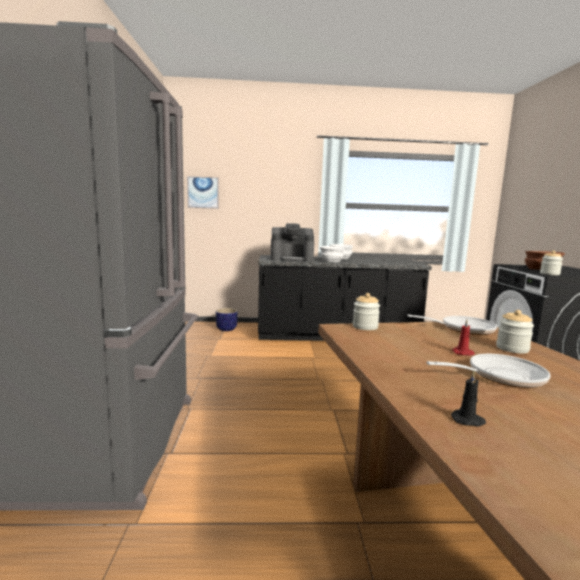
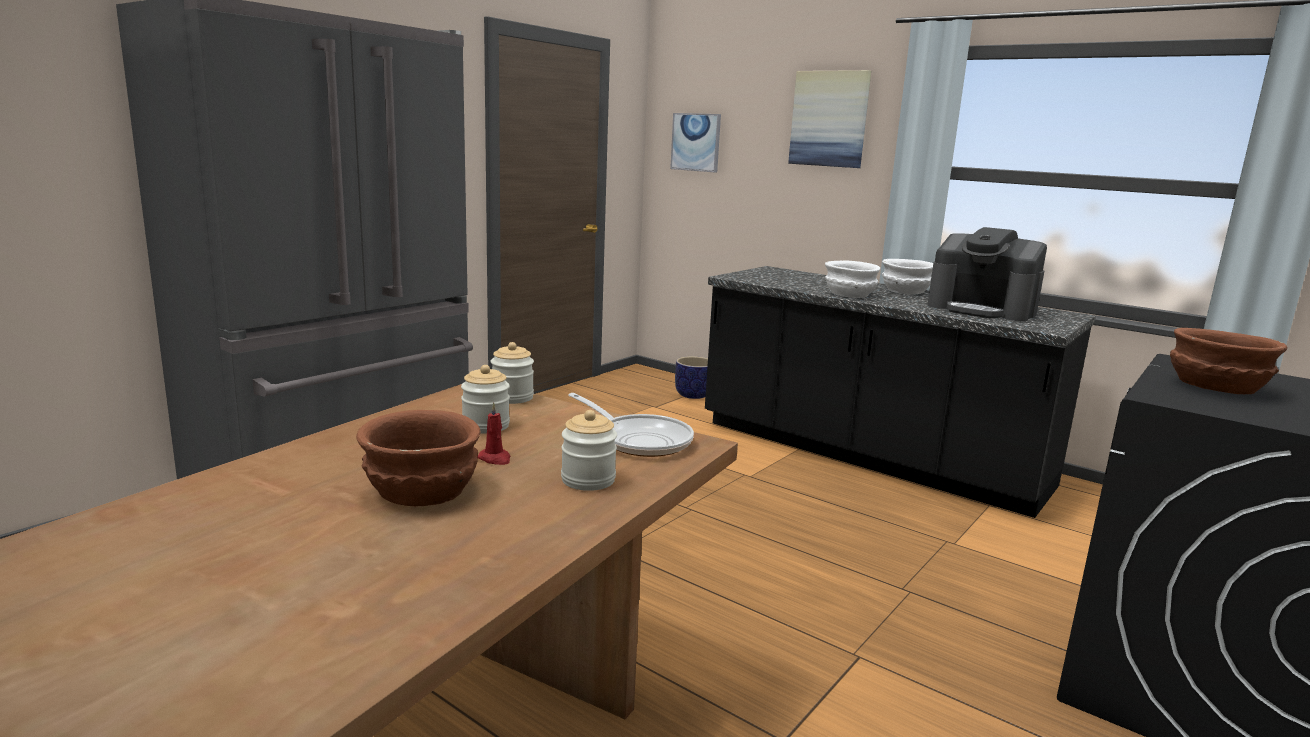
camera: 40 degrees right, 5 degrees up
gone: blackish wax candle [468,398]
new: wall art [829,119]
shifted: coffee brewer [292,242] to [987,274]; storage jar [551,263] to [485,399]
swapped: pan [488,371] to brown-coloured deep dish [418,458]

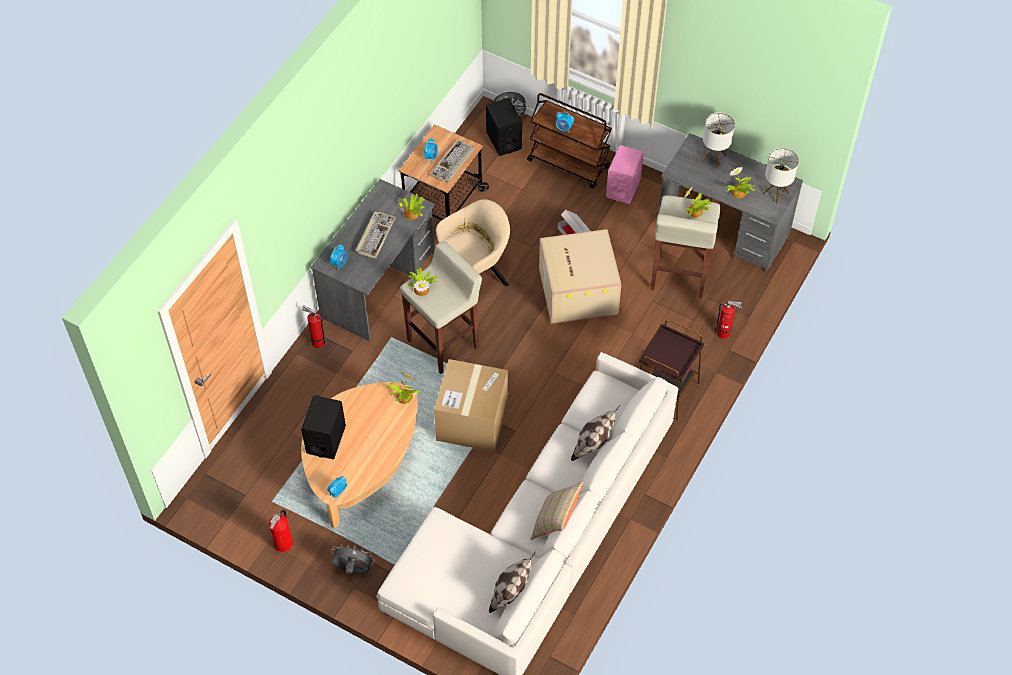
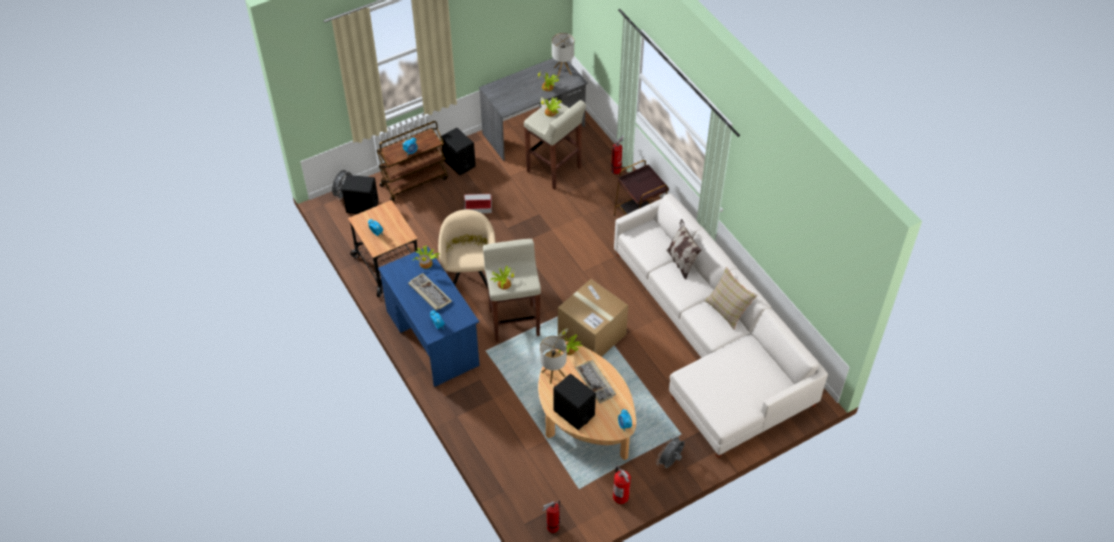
camera: 60 degrees left, 5 degrees down
gone: carton [580,276]; cushion [512,582]
shifted: table lamp [718,140] to [553,360]; PC keyboard [452,161] to [595,382]; extinguisher [314,326] to [551,517]
repainted: pink-coloured loudspeaker [625,174] to blackish loudspeaker [458,151]; gray desk table [373,260] to blue desk table [429,316]

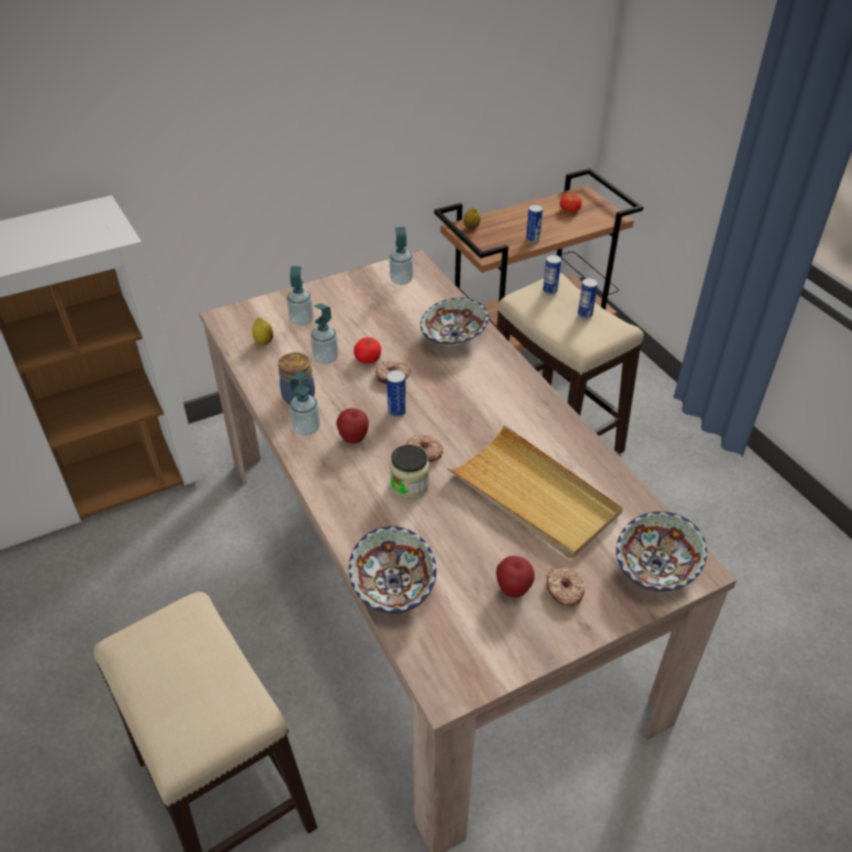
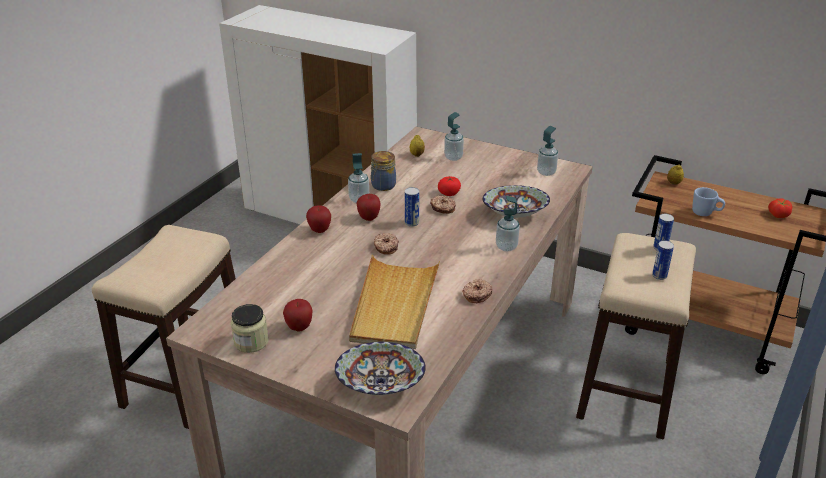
camera: 55 degrees right, 10 degrees down
gone: deep dish [393,569]
new: apple [318,219]
shifted: soap dispenser [324,333] to [508,224]; storage jar [409,472] to [250,328]; ring doughnut [565,587] to [477,291]
swapped: metal can [534,223] to blue mug [708,201]

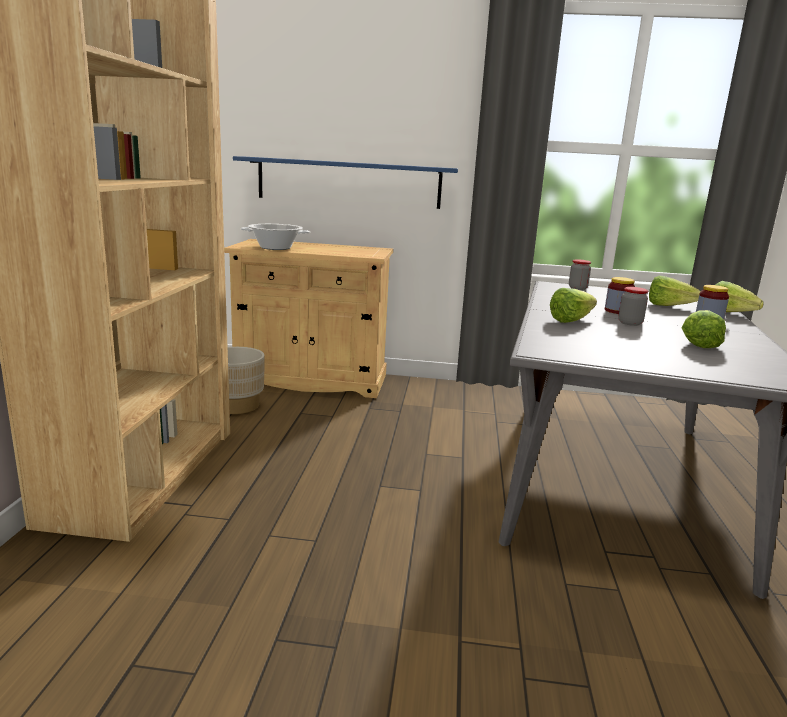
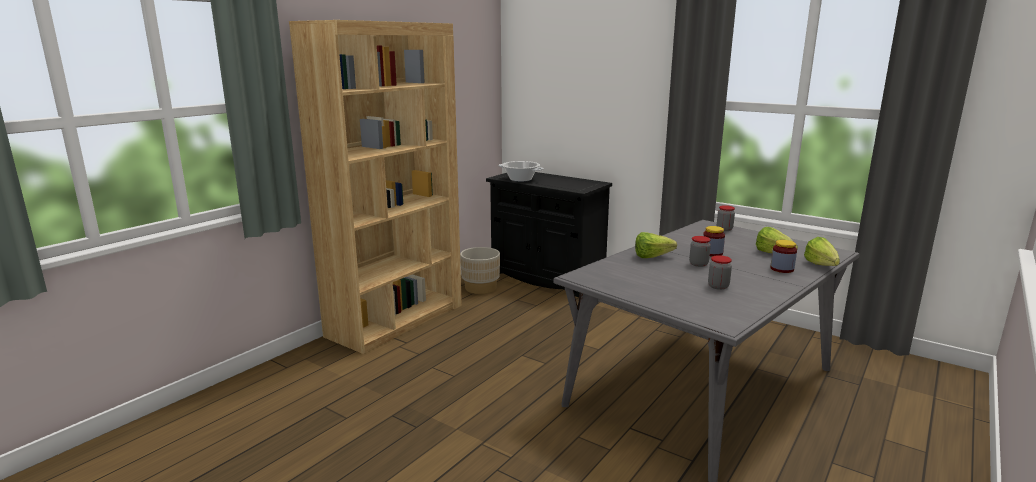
camera: 30 degrees right, 0 degrees up
gone: blue bracket shelf [345,182]
swapped: lettuce [704,329] to storage jar [720,272]
repainted: beige-coloured storage cabinet [308,318] to blackish storage cabinet [549,234]

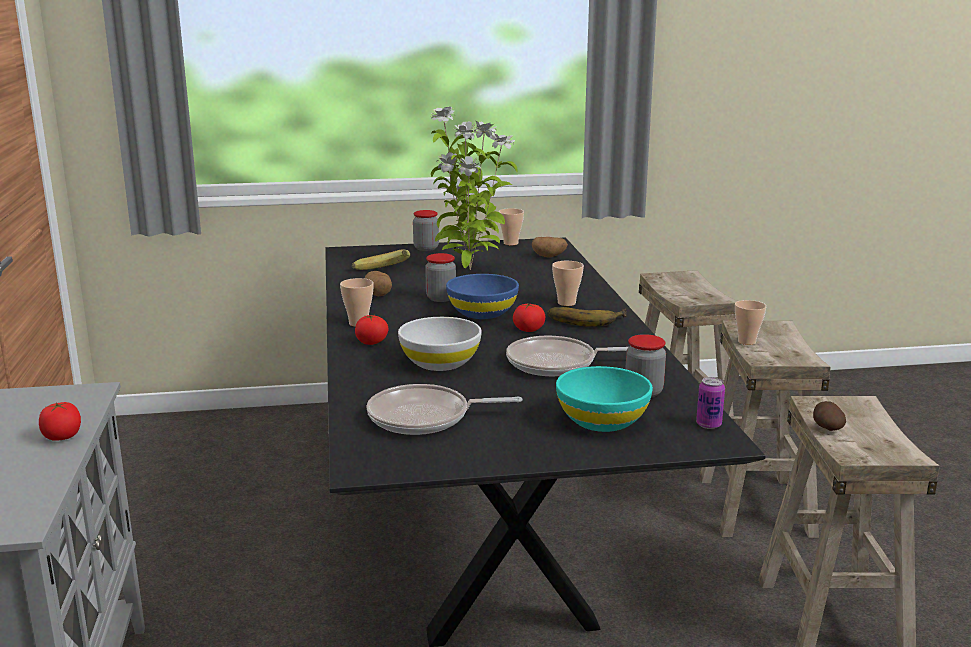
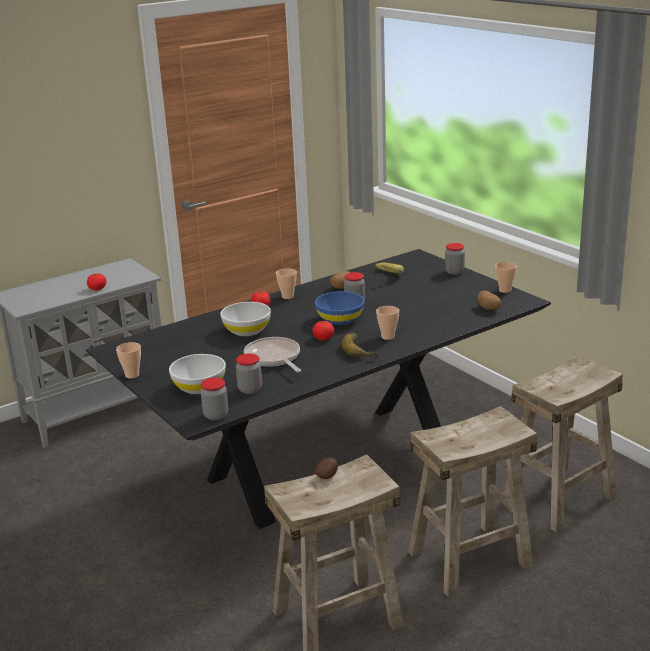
camera: 65 degrees right, 5 degrees up
gone: plant in a pot [473,188]; pan [444,409]
shifted: small cup [750,322] to [128,360]
swapped: metal can [710,403] to storage jar [214,399]
repainted: turquoise deep dish [604,399] to white deep dish [197,374]

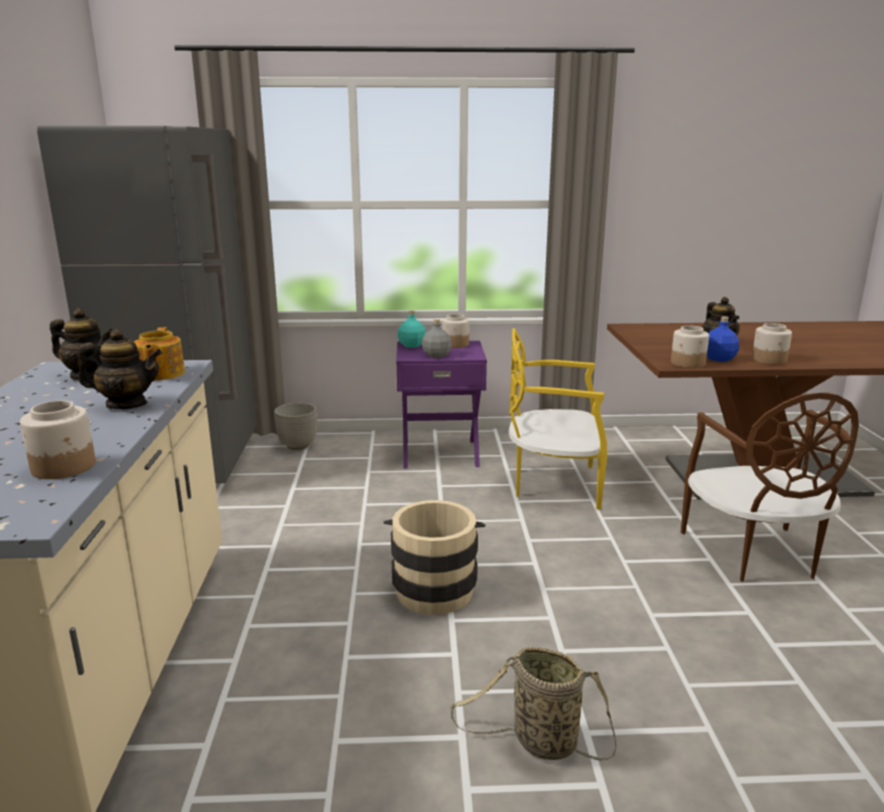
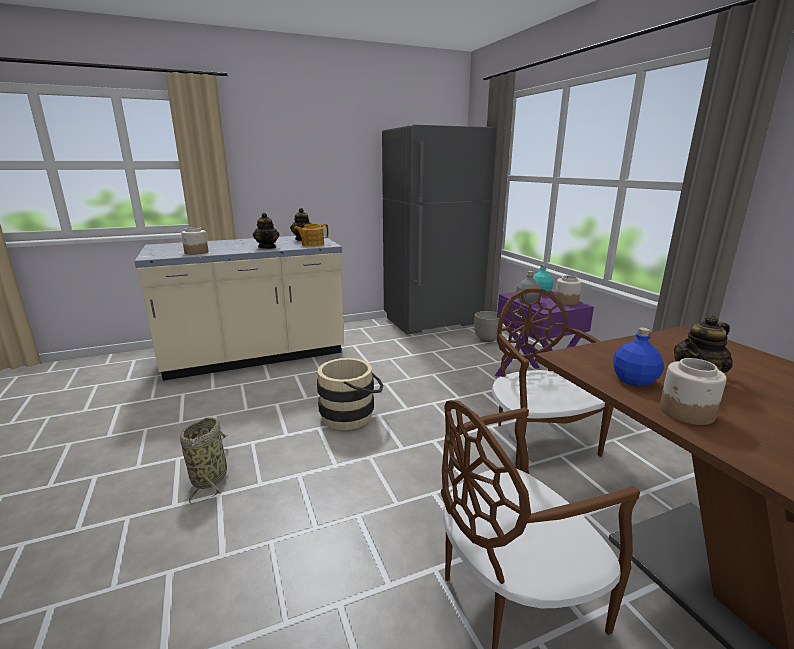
camera: 70 degrees right, 0 degrees up
gone: storage jar [690,346]
repainted: yellow plain chair [558,419] to brown-coloured plain chair [552,378]

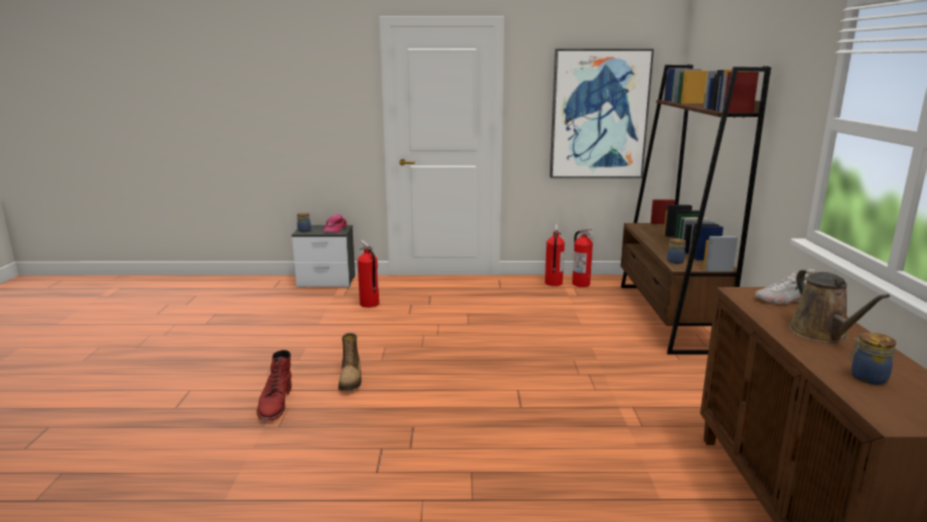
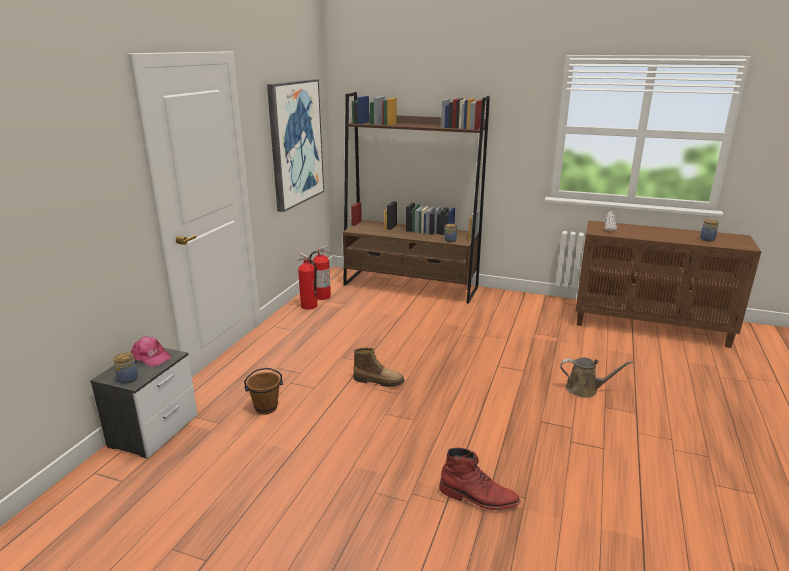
camera: 70 degrees left, 5 degrees up
shifted: brown-coloured watering pot [839,306] to [596,377]; tall boot [349,362] to [379,367]
swapped: extinguisher [368,274] to brown-coloured pail [263,391]

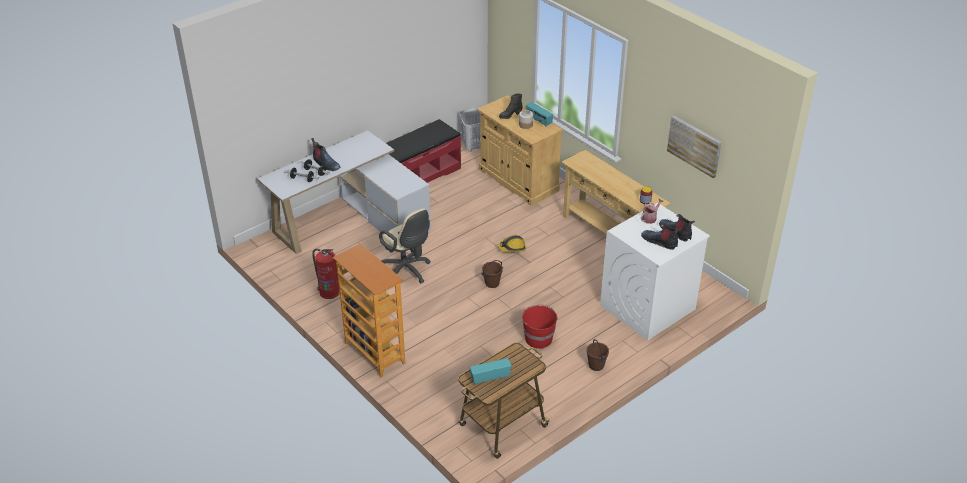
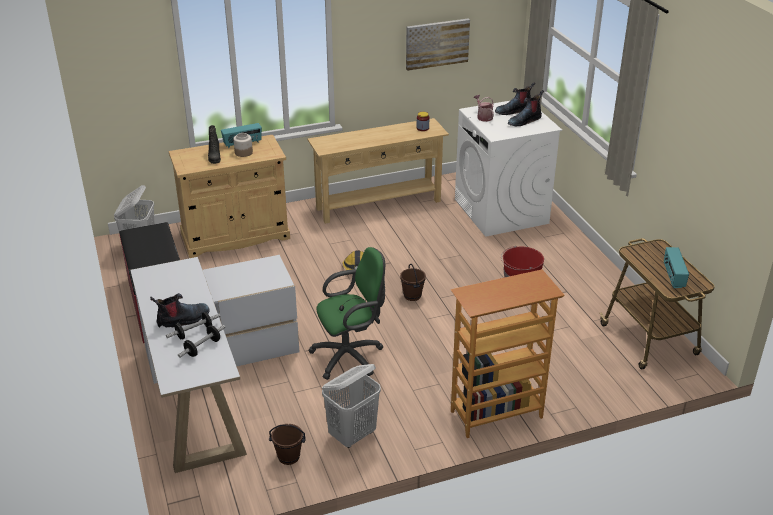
camera: 70 degrees left, 5 degrees down
shifted: brown-coloured pail [598,355] to [287,444]
swapped: extinguisher [326,273] to white laundry basket [351,406]
repainted: beige-coloured office chair [405,245] to green-coloured office chair [346,313]

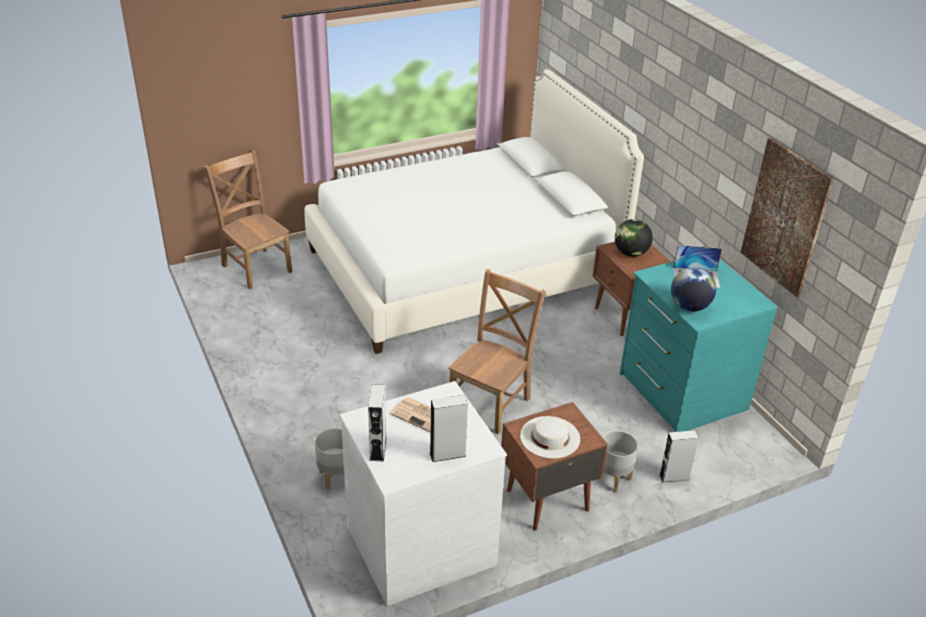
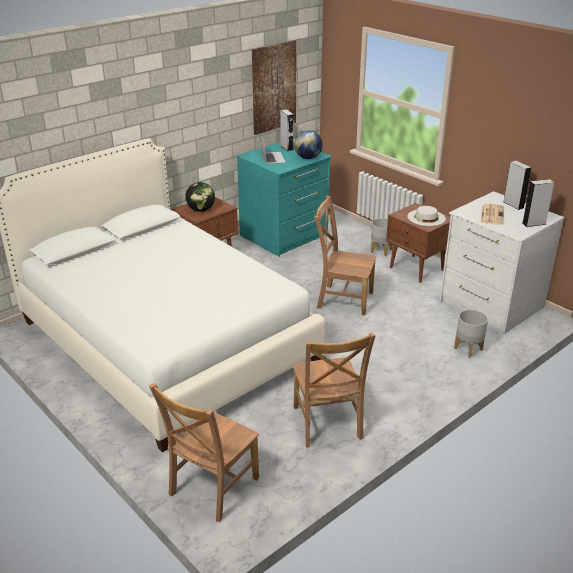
camera: 105 degrees left, 5 degrees down
new: brown-coloured plain chair [334,389]
shifted: gray loudspeaker [679,456] to [287,130]

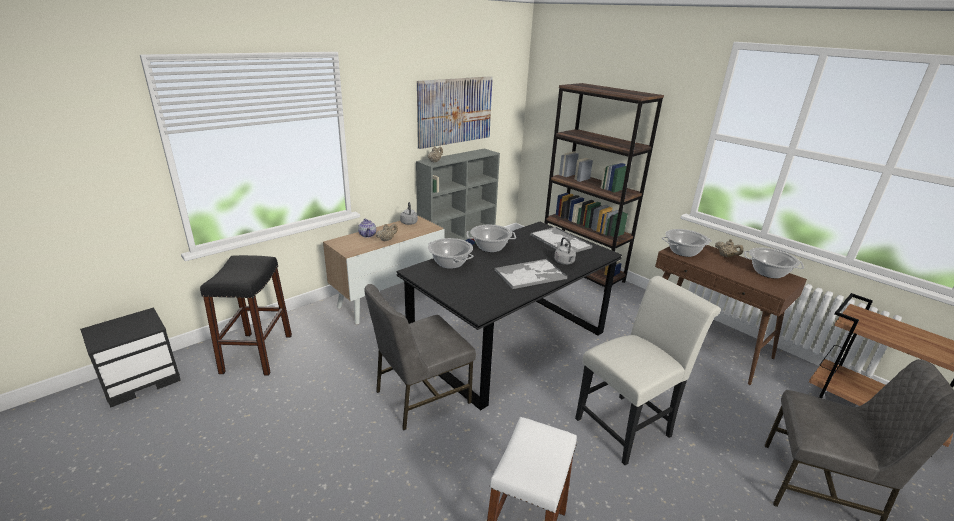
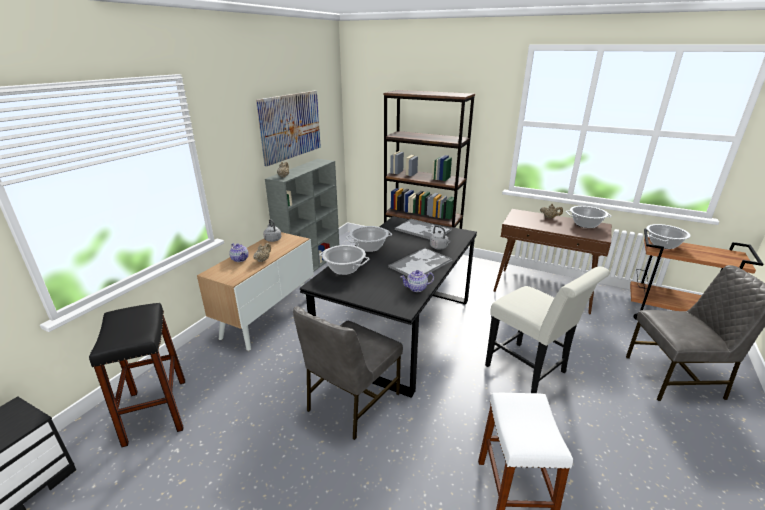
camera: 20 degrees left, 0 degrees up
new: teapot [417,281]
shifted: cooking pot [687,243] to [668,236]
rotated: white plain chair [648,370] = [547,329] 105 degrees clockwise

